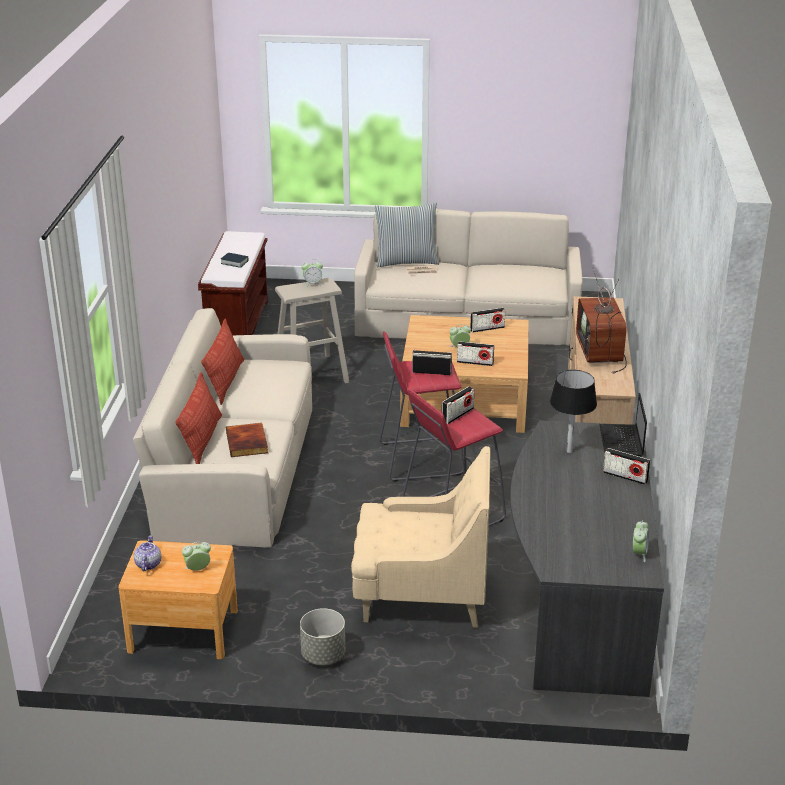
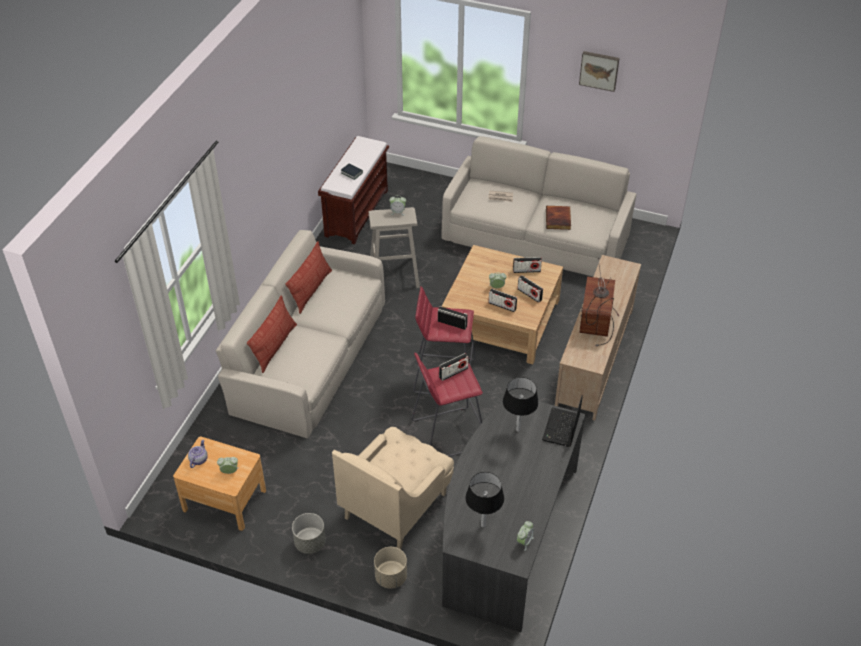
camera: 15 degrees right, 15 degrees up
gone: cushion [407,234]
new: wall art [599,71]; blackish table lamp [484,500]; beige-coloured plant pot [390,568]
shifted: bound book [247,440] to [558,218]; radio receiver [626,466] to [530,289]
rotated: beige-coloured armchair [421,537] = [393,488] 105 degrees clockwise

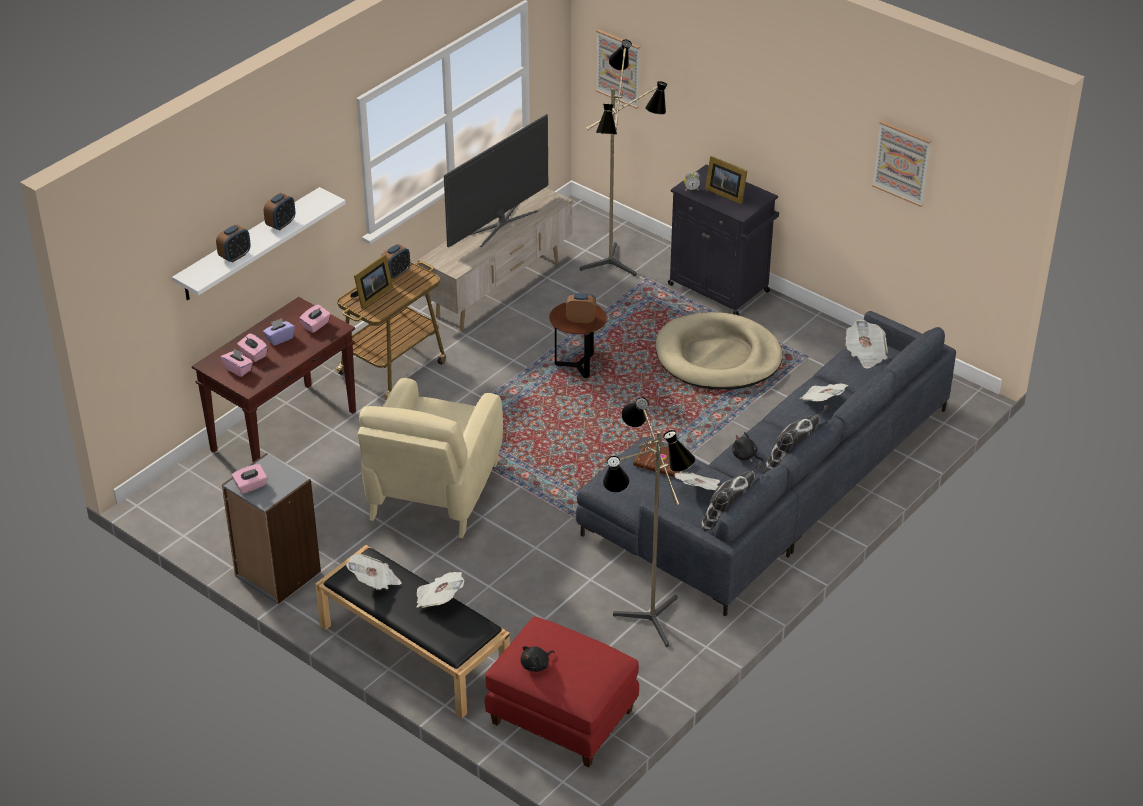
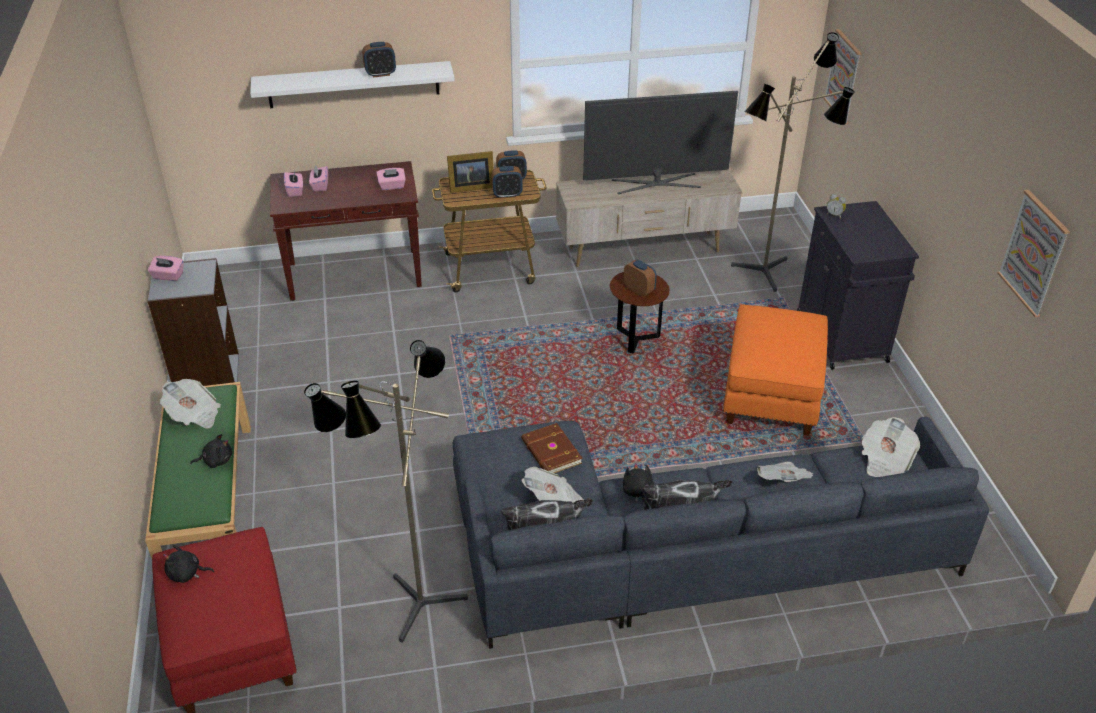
camera: 40 degrees right, 0 degrees up
gone: photo frame [726,180]; purple tissue holder [279,332]; beige-coloured armchair [430,458]
shifted: bedside clock [233,243] to [507,182]
swapped: beige-coloured dog bed [719,351] to orangey footrest [775,370]; daily paper [440,590] to blackish cuddly toy [211,451]
repainted: blackish long seat [412,631] to green-coloured long seat [198,470]

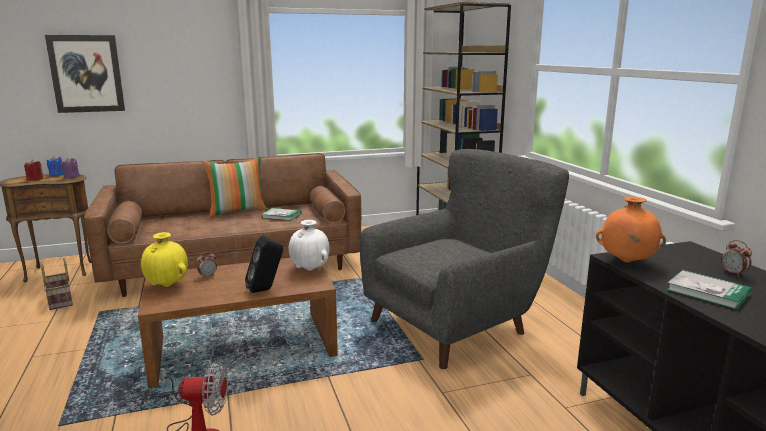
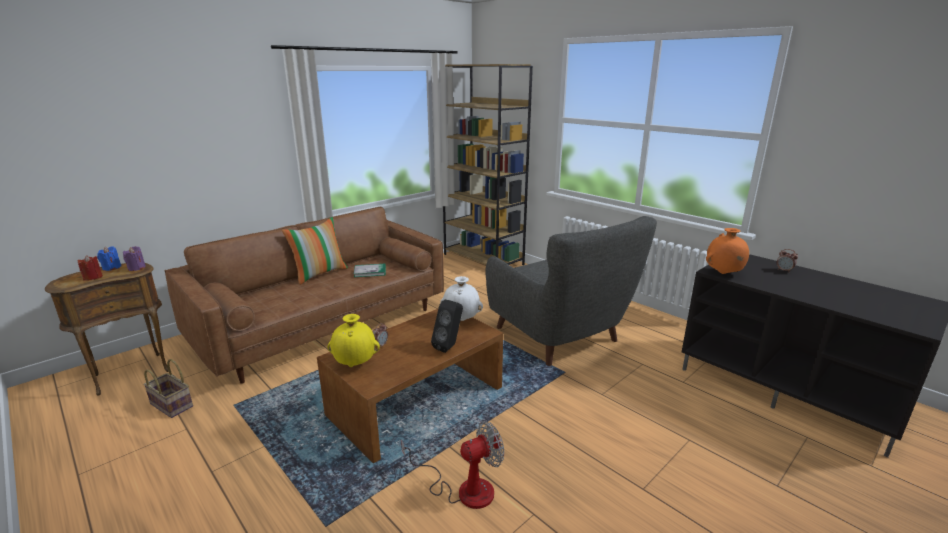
camera: 25 degrees left, 5 degrees up
gone: wall art [85,74]; bound book [709,290]
rotated: gray armchair [464,259] = [571,291] 120 degrees clockwise

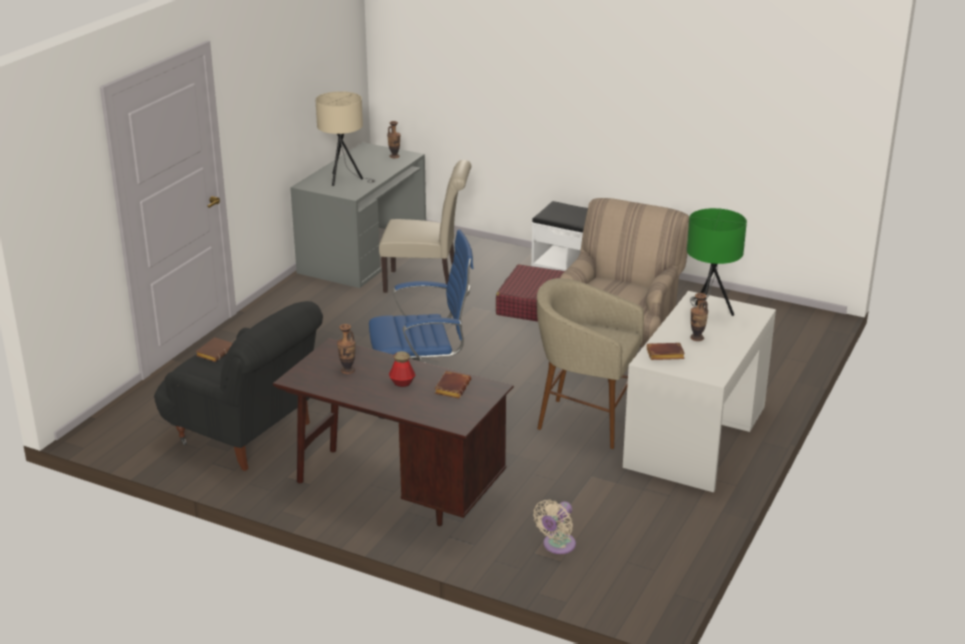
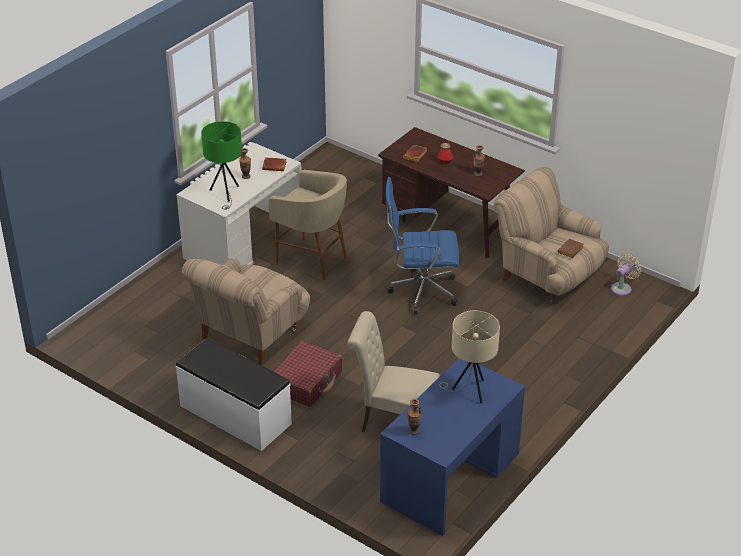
camera: 170 degrees left, 10 degrees up
shifted: beige-coloured electric fan [554,527] to [626,275]
repainted: gray desk table [358,215] to blue desk table [452,447]; blackish armchair [238,386] to beige-coloured armchair [551,235]

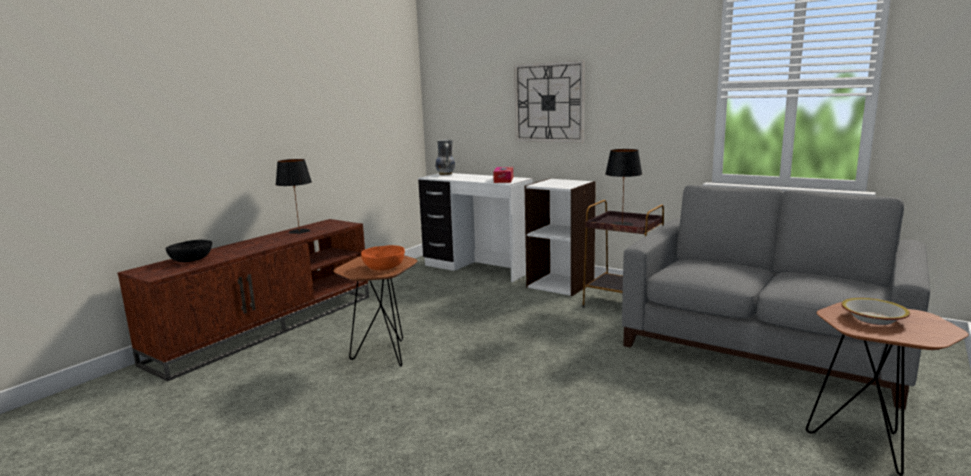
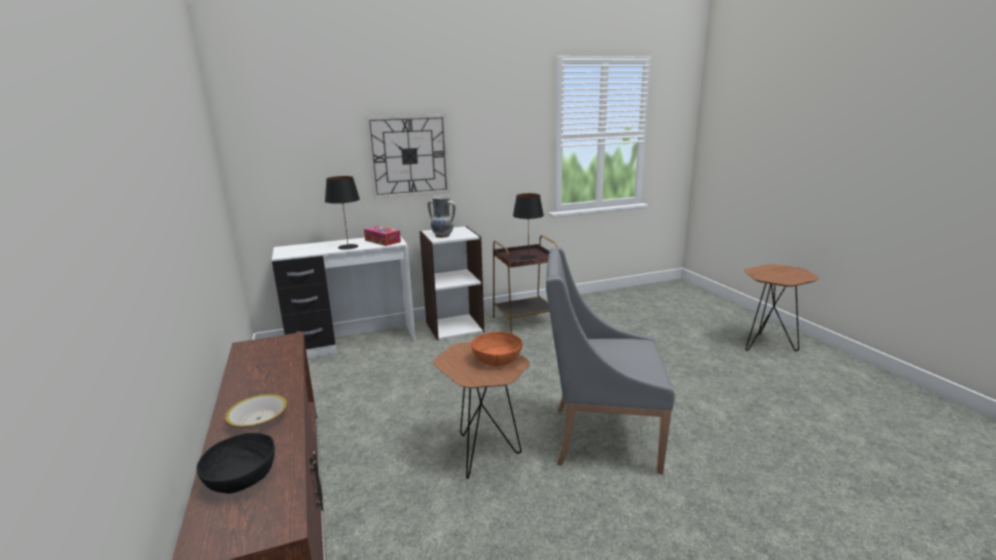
camera: 55 degrees left, 5 degrees up
gone: gray sofa [776,297]
new: gray armchair [610,360]
shifted: vase [445,157] to [441,217]; blackish table lamp [293,196] to [342,213]; deep dish [875,311] to [256,411]

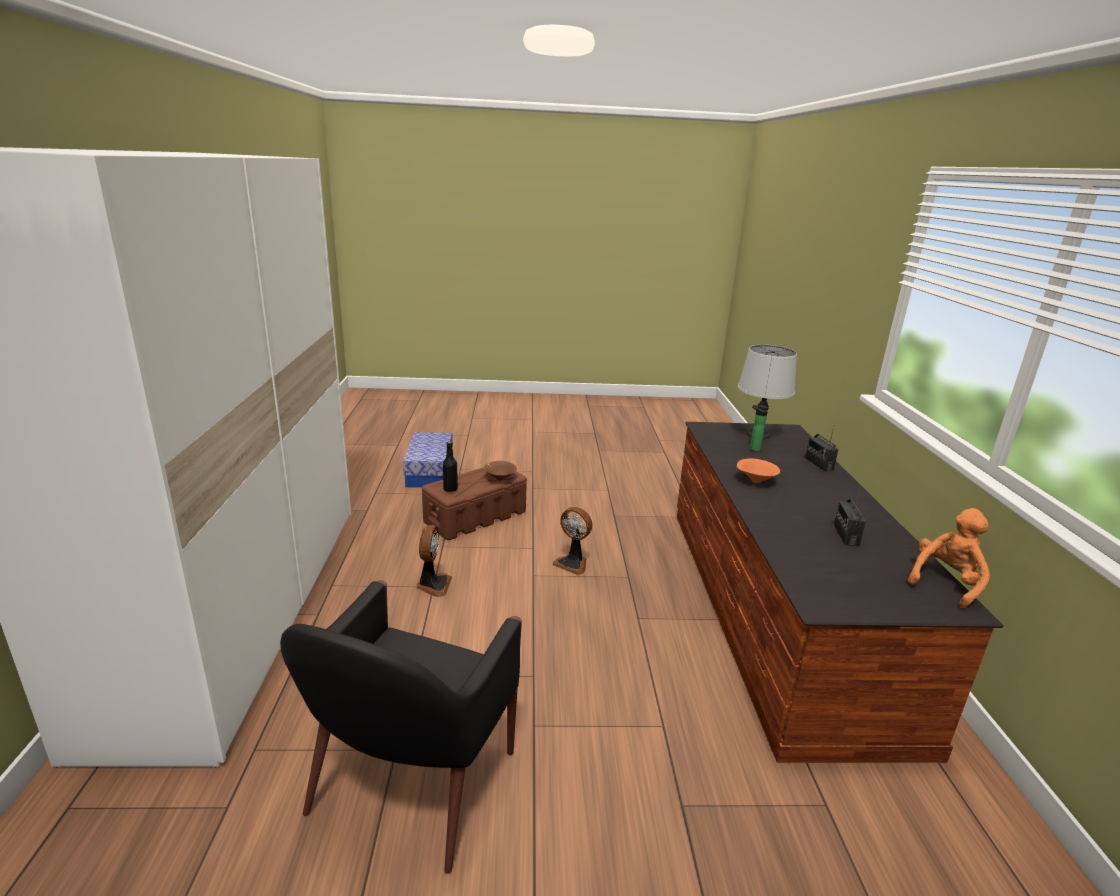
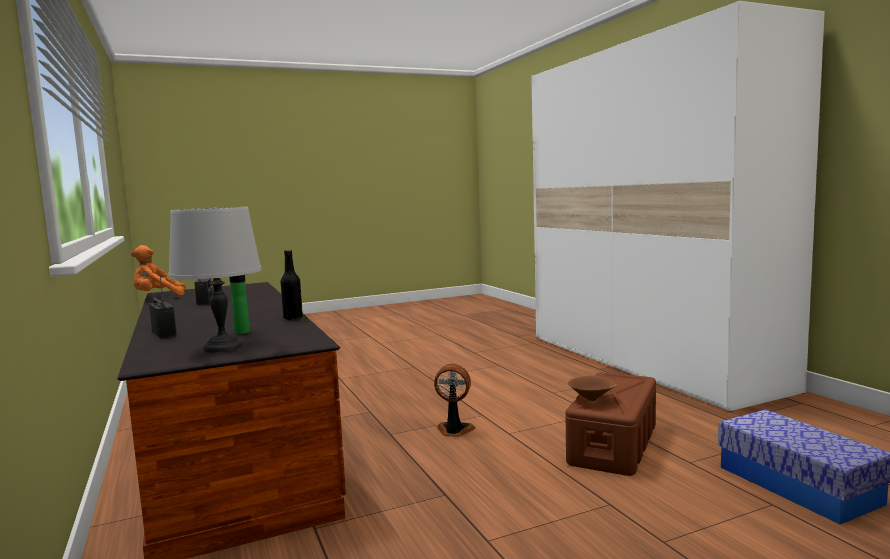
camera: 160 degrees right, 15 degrees down
gone: orangey deep dish [758,470]; electric fan [434,561]; blackish armchair [401,727]
shifted: blackish beverage bottle [450,466] to [292,285]
rotated: orangey cuddly toy [949,558] = [158,270] 45 degrees clockwise

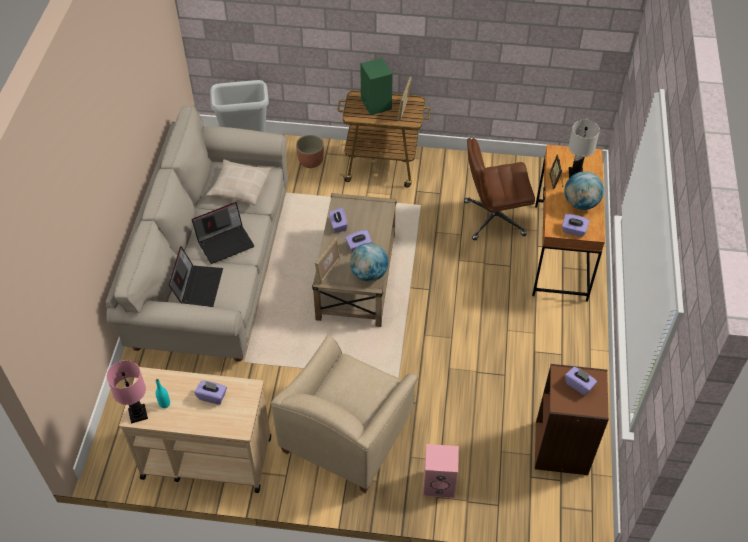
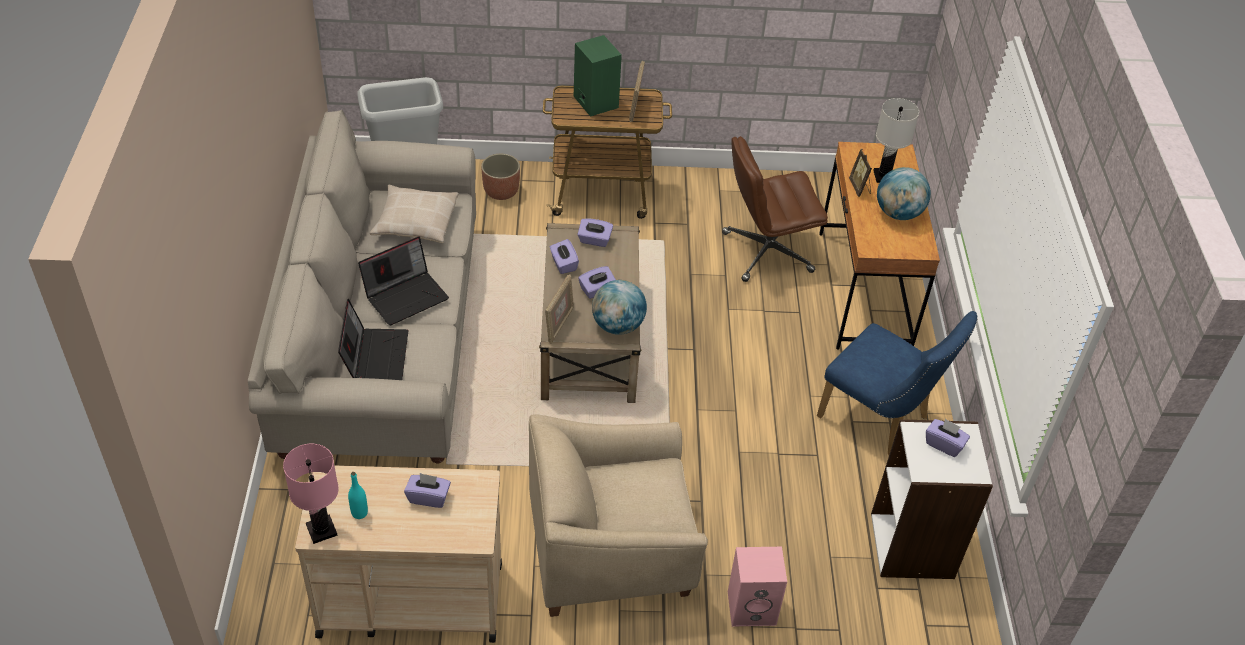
camera: 10 degrees left, 5 degrees down
new: blue plain chair [897,383]
shifted: purple tissue holder [576,225] to [595,232]
repainted: brown-coloured shelving unit [572,419] to white shelving unit [932,499]
rotated: beige-coloured armchair [344,414] = [618,515] 60 degrees clockwise

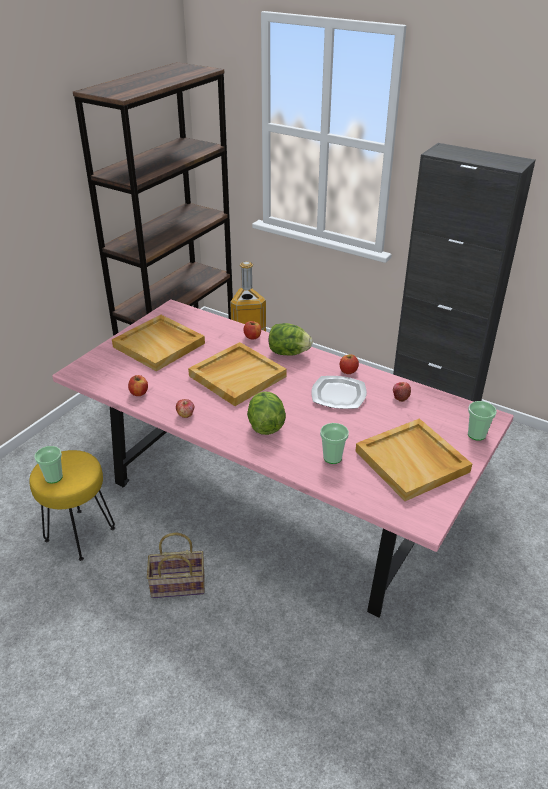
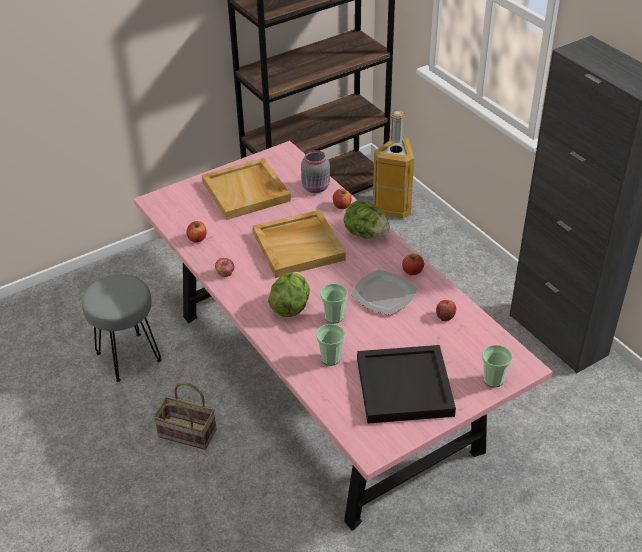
camera: 25 degrees right, 5 degrees up
new: gray storage jar [315,171]
shifted: small cup [48,464] to [334,304]
repainted: beige-coloured carrying tray [413,459] to blackish carrying tray [406,384]; yellow sitting stool [72,505] to gray sitting stool [121,328]

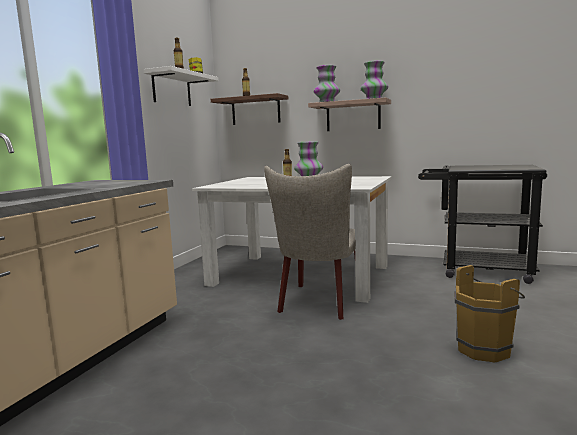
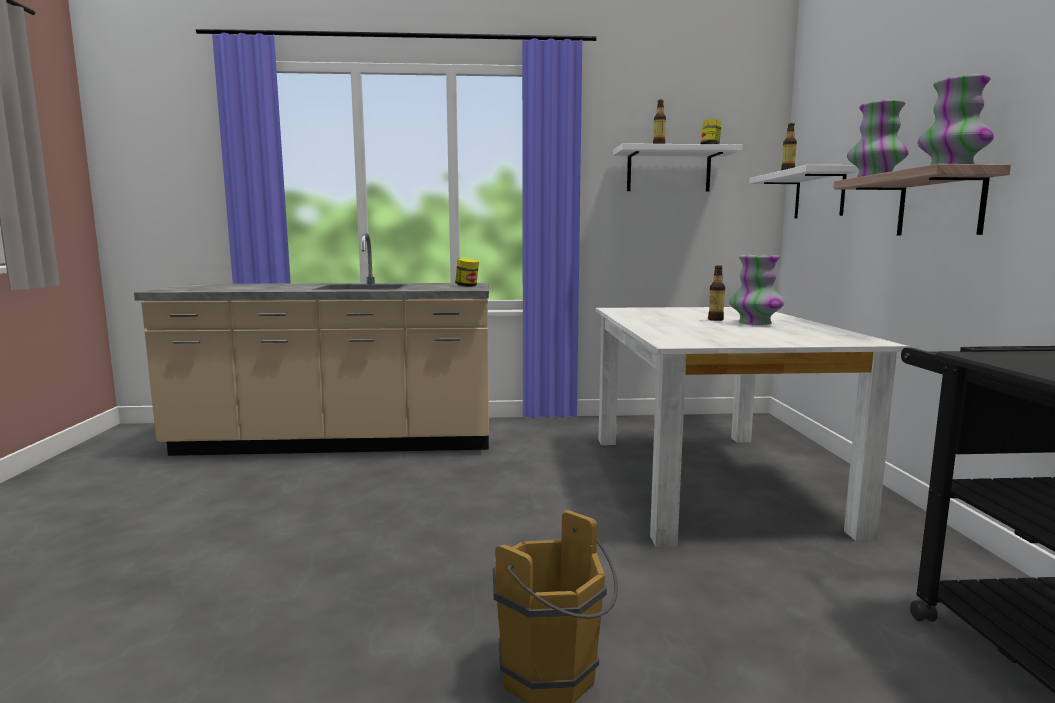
camera: 65 degrees right, 0 degrees up
gone: beige-coloured plain chair [310,242]
new: storage jar [467,272]
repainted: brown-coloured bracket shelf [249,109] to white bracket shelf [803,192]

